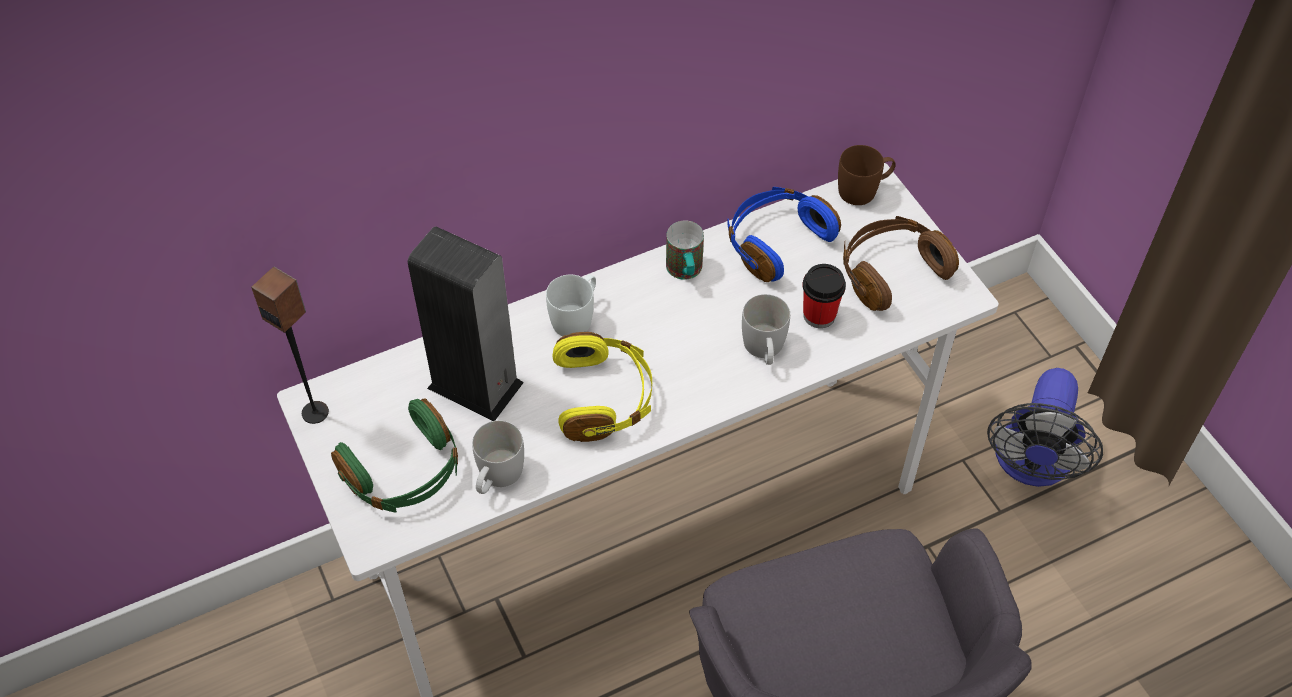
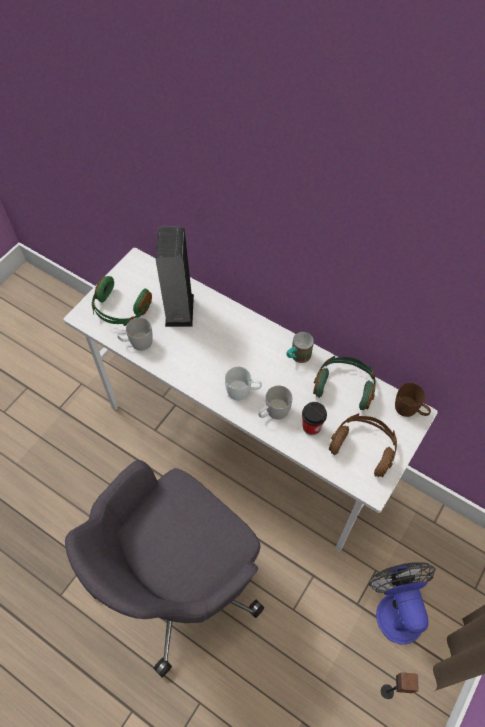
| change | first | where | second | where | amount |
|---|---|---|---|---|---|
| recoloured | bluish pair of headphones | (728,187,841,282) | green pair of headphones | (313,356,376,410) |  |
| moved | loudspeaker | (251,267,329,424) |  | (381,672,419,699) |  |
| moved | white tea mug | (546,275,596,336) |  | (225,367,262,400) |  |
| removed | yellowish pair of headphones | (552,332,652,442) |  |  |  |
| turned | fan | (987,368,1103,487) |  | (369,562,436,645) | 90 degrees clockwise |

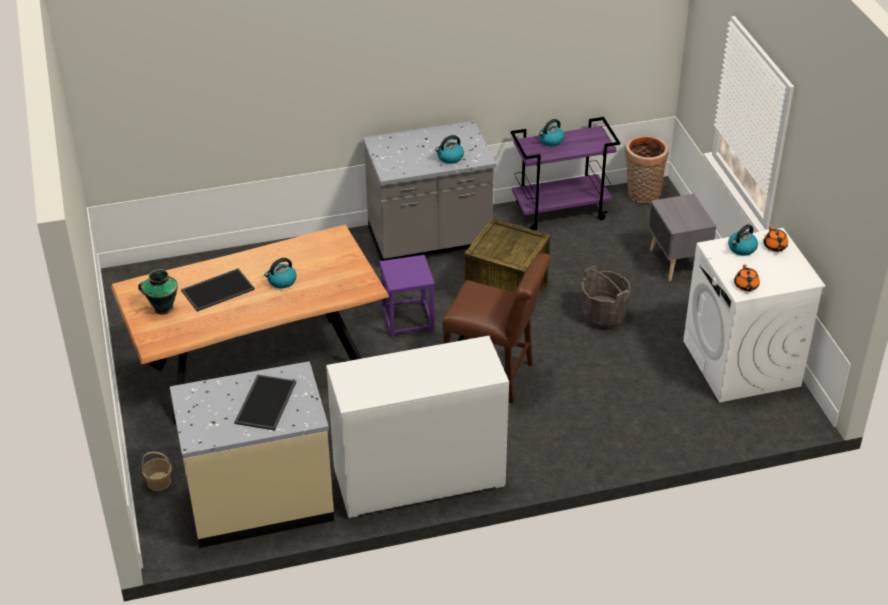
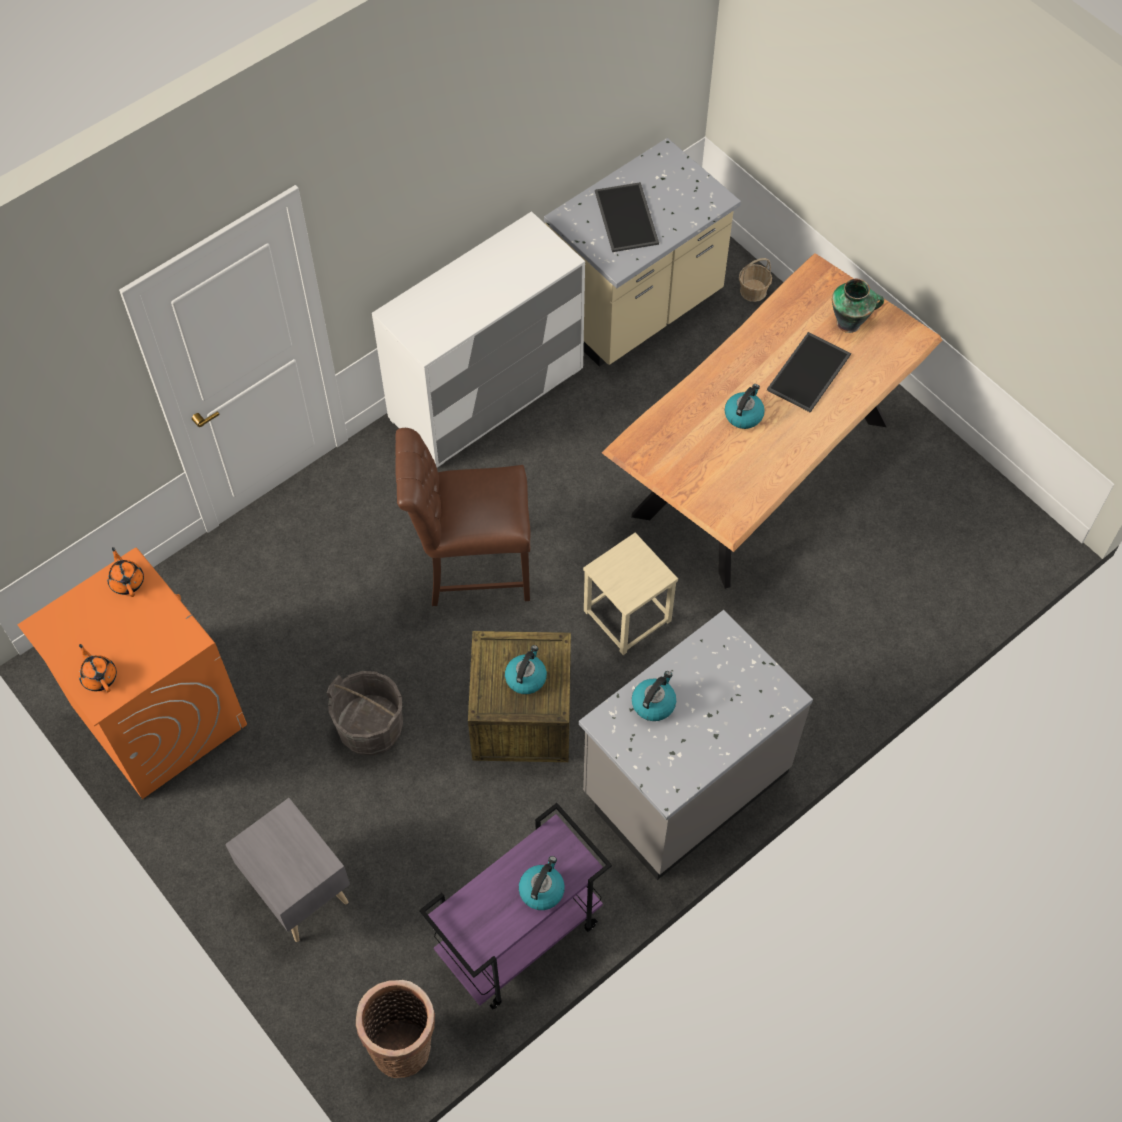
| change | first | where | second | where | amount |
|---|---|---|---|---|---|
| moved | kettle | (728,224,758,256) |  | (505,645,547,694) |  |
| recoloured | white washing machine | (683,228,826,402) | orangey washing machine | (17,548,247,799) |  |
| recoloured | purple-coloured stool seat | (380,255,435,338) | beige-coloured stool seat | (583,533,678,655) |  |

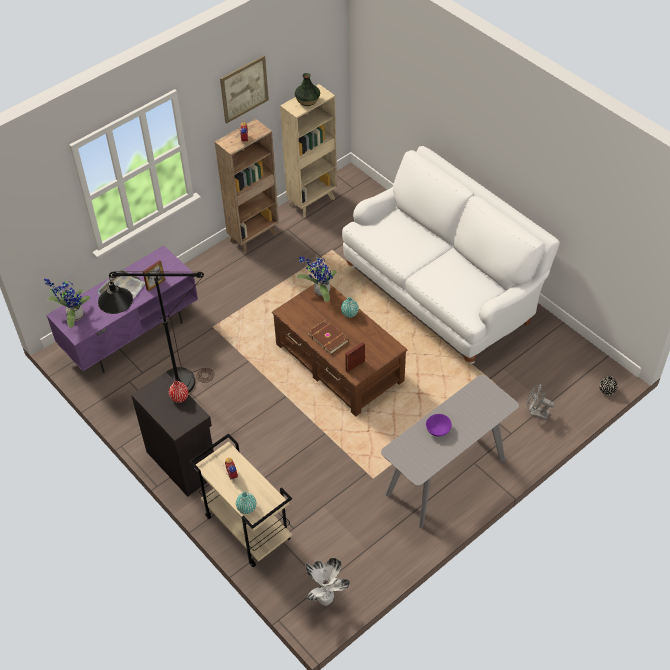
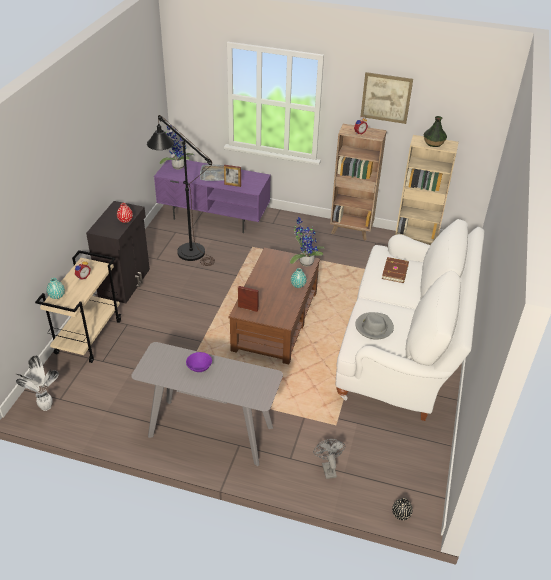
| change | first | where | second | where | amount |
|---|---|---|---|---|---|
| moved | brown-coloured volume | (307,319,349,355) |  | (382,257,409,283) |  |
| added |  |  | greyish hat | (355,312,394,340) |  |

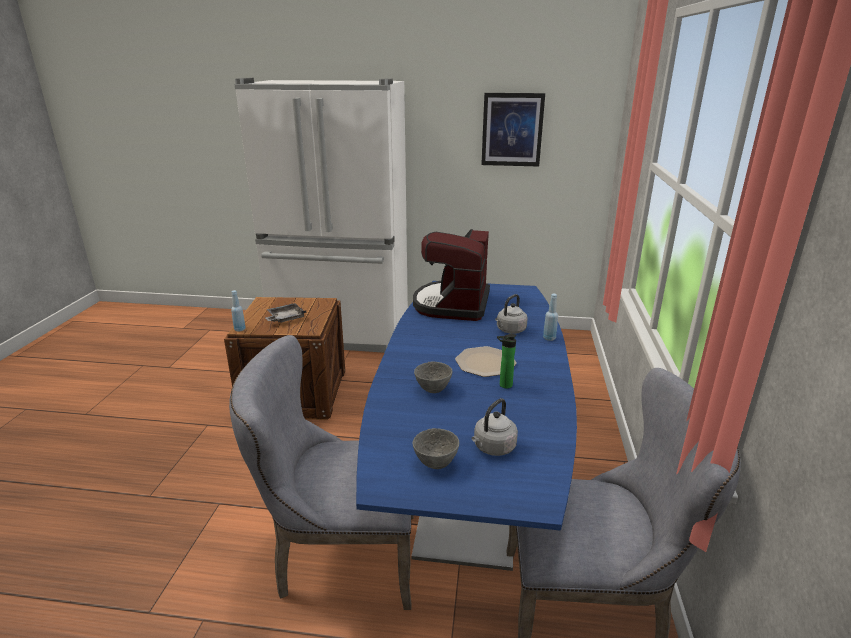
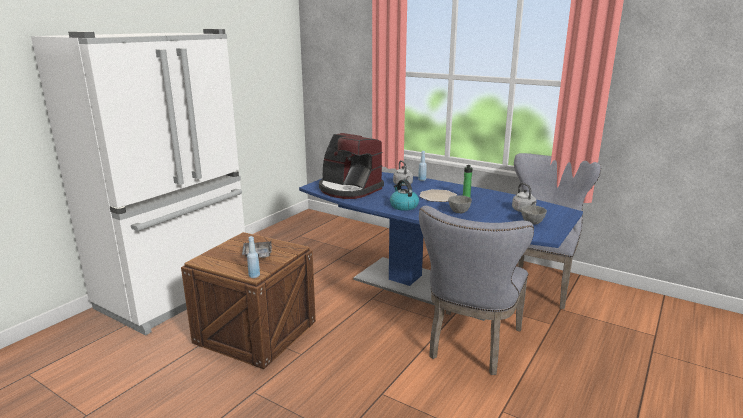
| change | first | where | second | where | amount |
|---|---|---|---|---|---|
| removed | wall art | (481,93,545,166) |  |  |  |
| added |  |  | kettle | (390,179,419,211) |  |

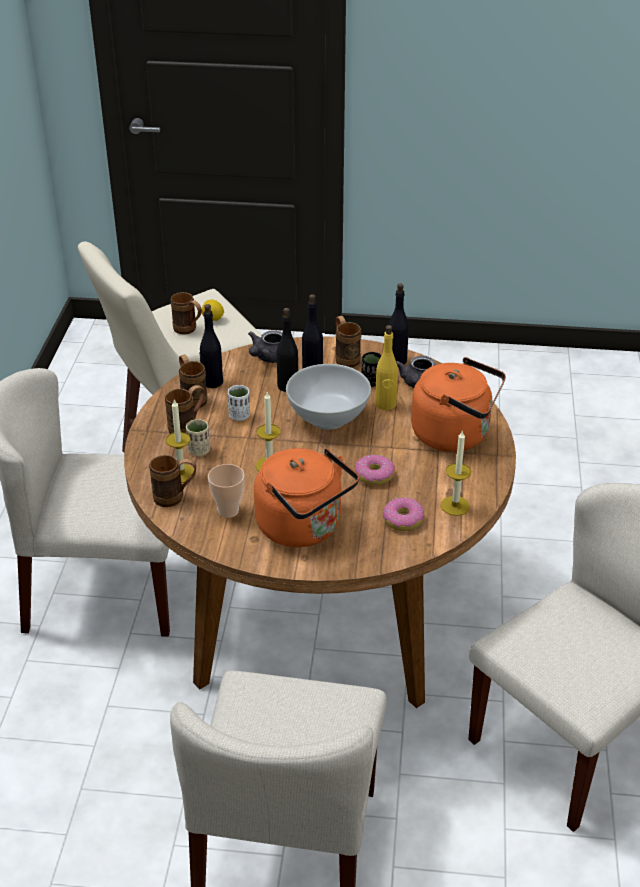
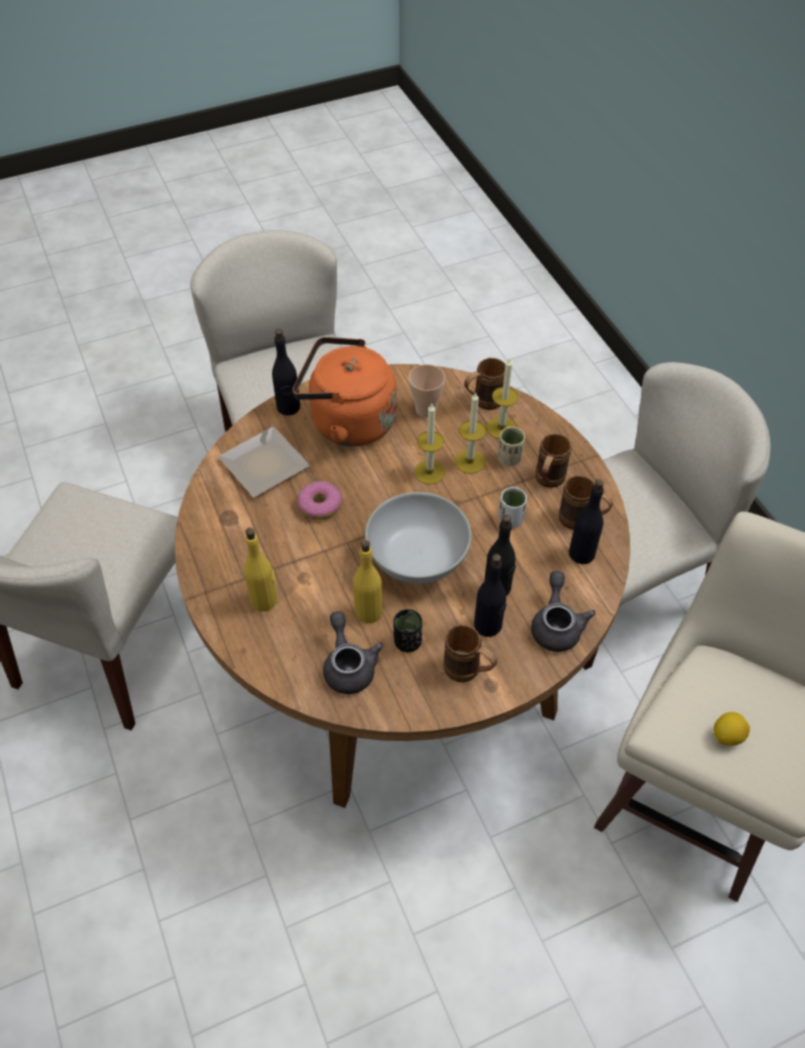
| change | first | where | second | where | amount |
|---|---|---|---|---|---|
| moved | black-coloured bottle | (389,283,409,364) |  | (272,329,300,416) |  |
| removed | brown-coloured tea mug | (171,292,202,335) |  |  |  |
| replaced | orangey kettle | (411,357,506,452) | yellowish bottle | (244,528,278,612) |  |
| moved | candle | (441,431,471,516) |  | (455,392,486,474) |  |
| replaced | donut | (383,497,424,531) | dinner plate | (218,427,310,497) |  |

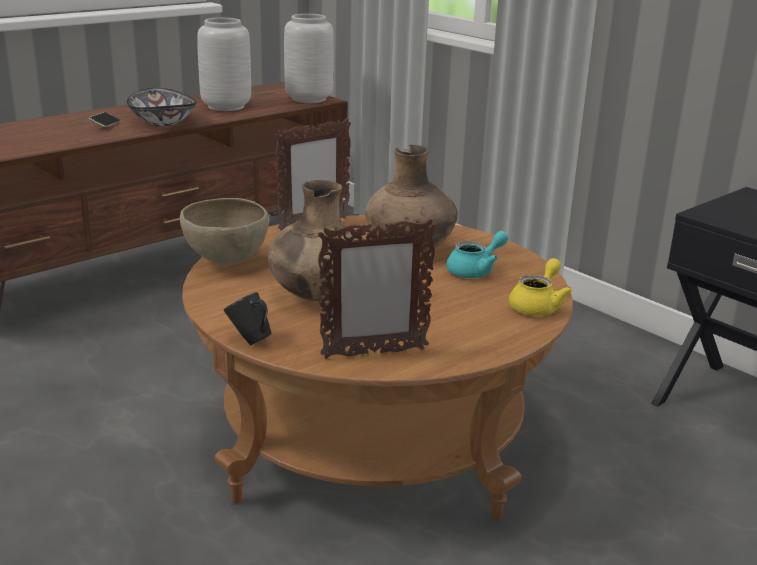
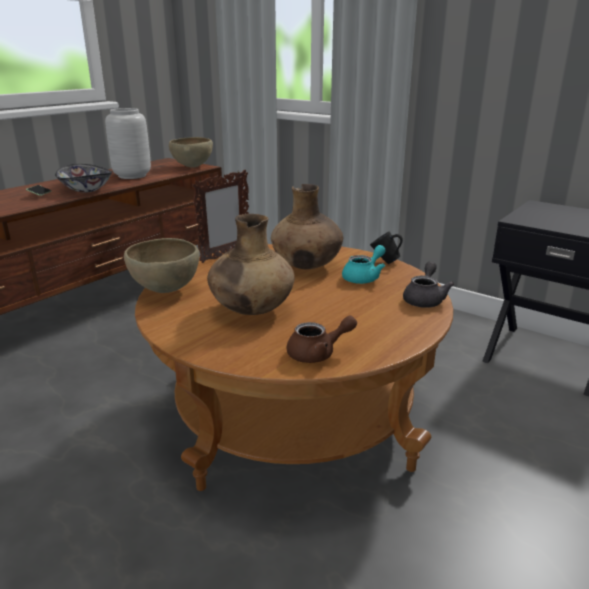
| change | first | where | second | where | amount |
|---|---|---|---|---|---|
| replaced | greyish decorative vase | (284,14,334,103) | brown-coloured bowl | (169,137,213,168) |  |
| replaced | standing frame | (318,218,437,359) | brown-coloured teapot | (287,315,357,363) |  |
| recoloured | yellowish teapot | (509,258,572,316) | greyish teapot | (403,261,455,308) |  |
| moved | black-coloured tea mug | (224,292,272,345) |  | (370,232,403,264) |  |

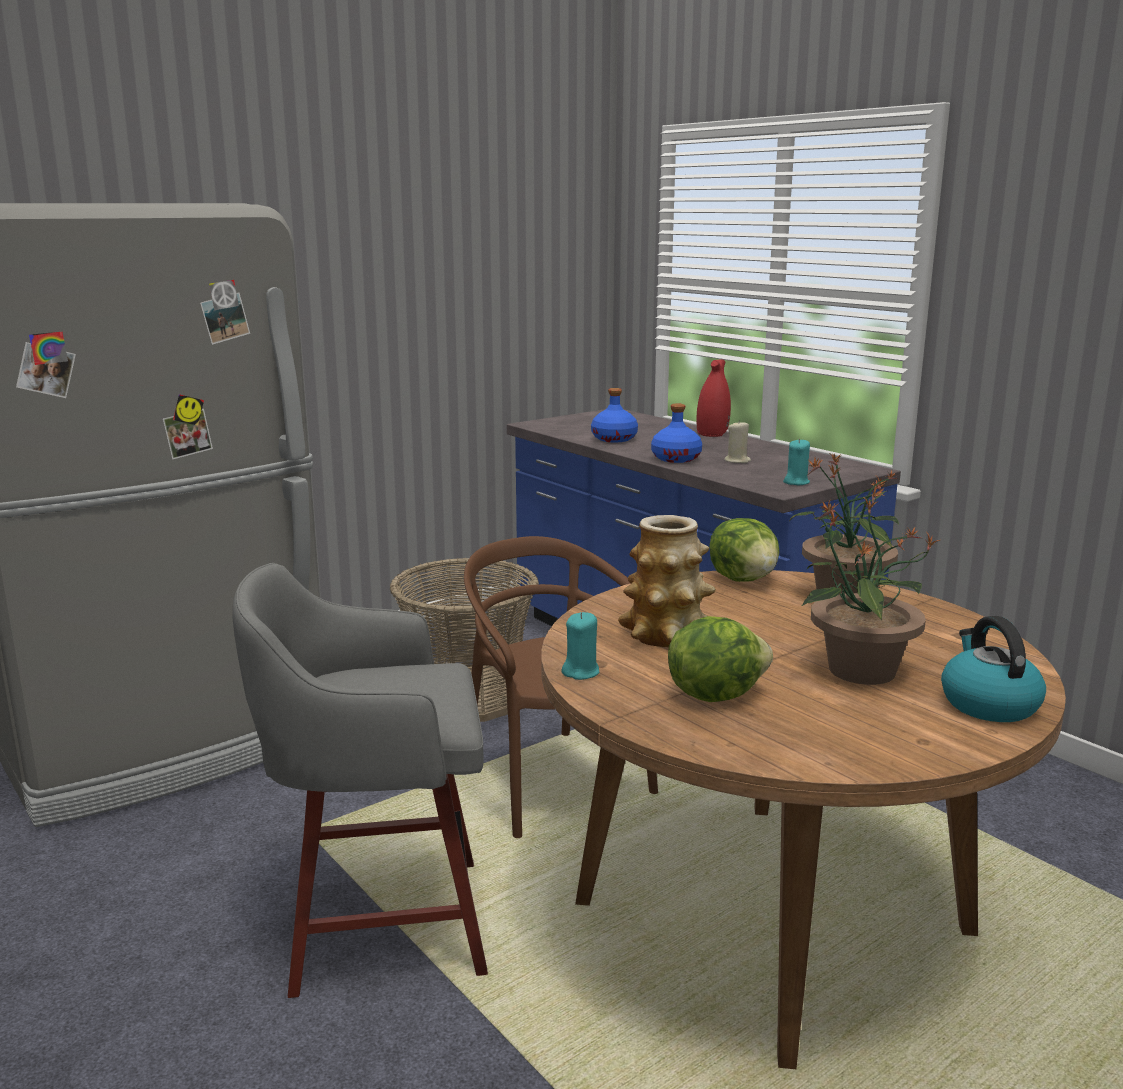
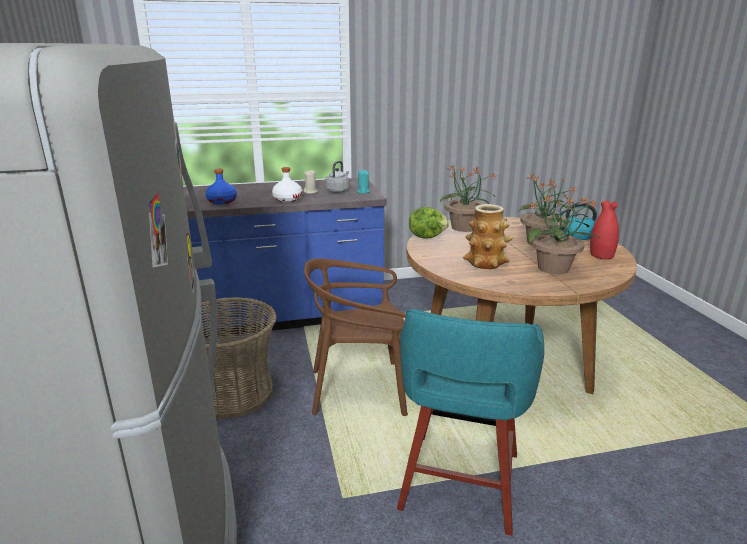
| change | first | where | second | where | amount |
|---|---|---|---|---|---|
| moved | red decorative vase | (697,359,731,437) |  | (590,200,619,260) |  |
| recoloured | bluish bottle | (651,403,702,463) | white bottle | (272,167,302,202) |  |
| recoloured | greyish stool seat | (232,563,488,998) | blue-green stool seat | (397,308,545,536) |  |
| removed | blue-green candle | (561,612,599,680) |  |  |  |
| replaced | head of lettuce | (668,616,773,702) | plant in a pot | (528,194,600,274) |  |
| added |  |  | greyish kettle | (325,161,349,193) |  |

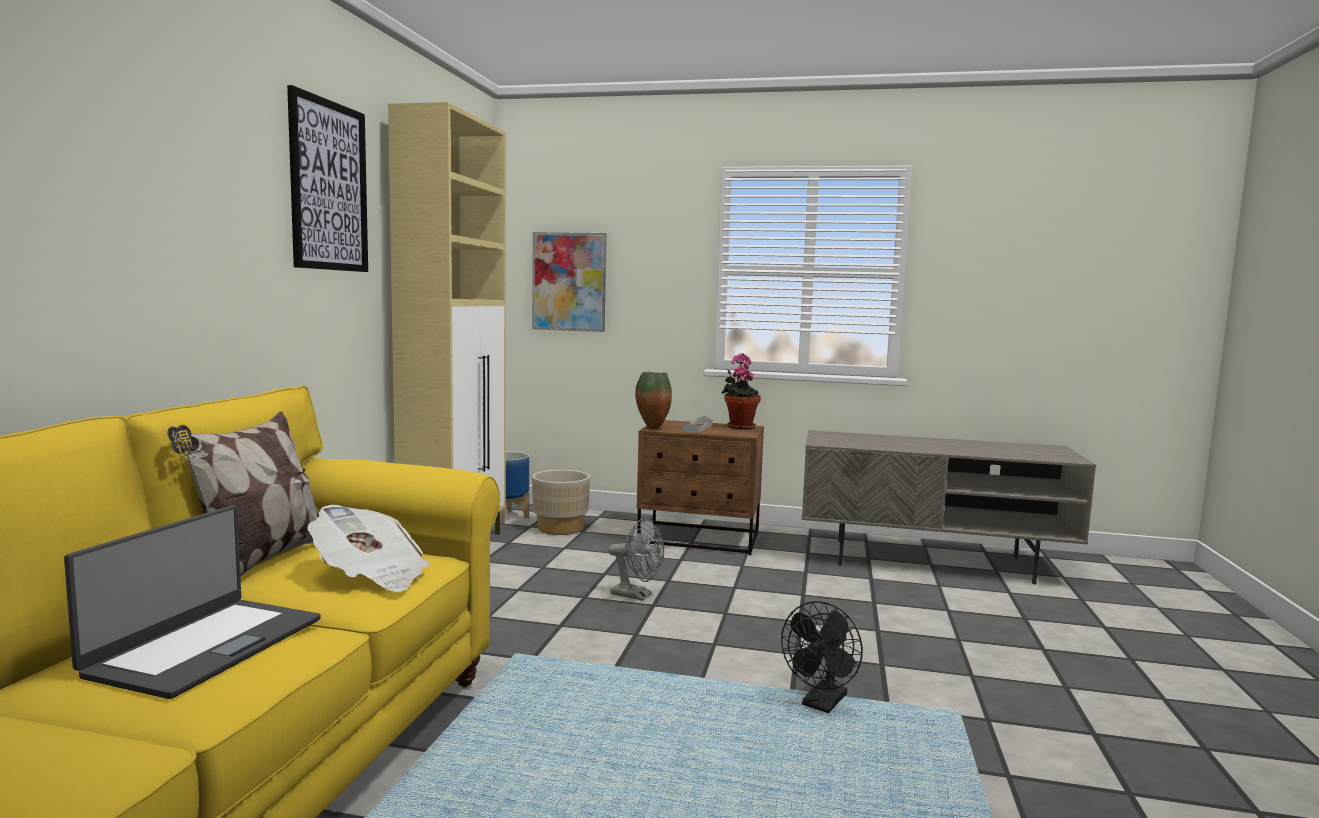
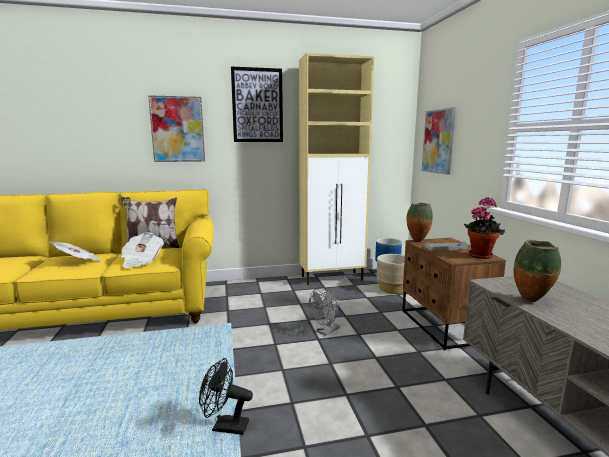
| change | first | where | second | where | amount |
|---|---|---|---|---|---|
| replaced | notebook computer | (64,506,321,699) | newspaper | (49,242,102,261) |  |
| turned | greyish fan | (608,518,664,601) |  | (309,287,340,336) | 45 degrees clockwise |
| added |  |  | wall art | (148,95,205,162) |  |
| added |  |  | decorative vase | (514,240,561,302) |  |

